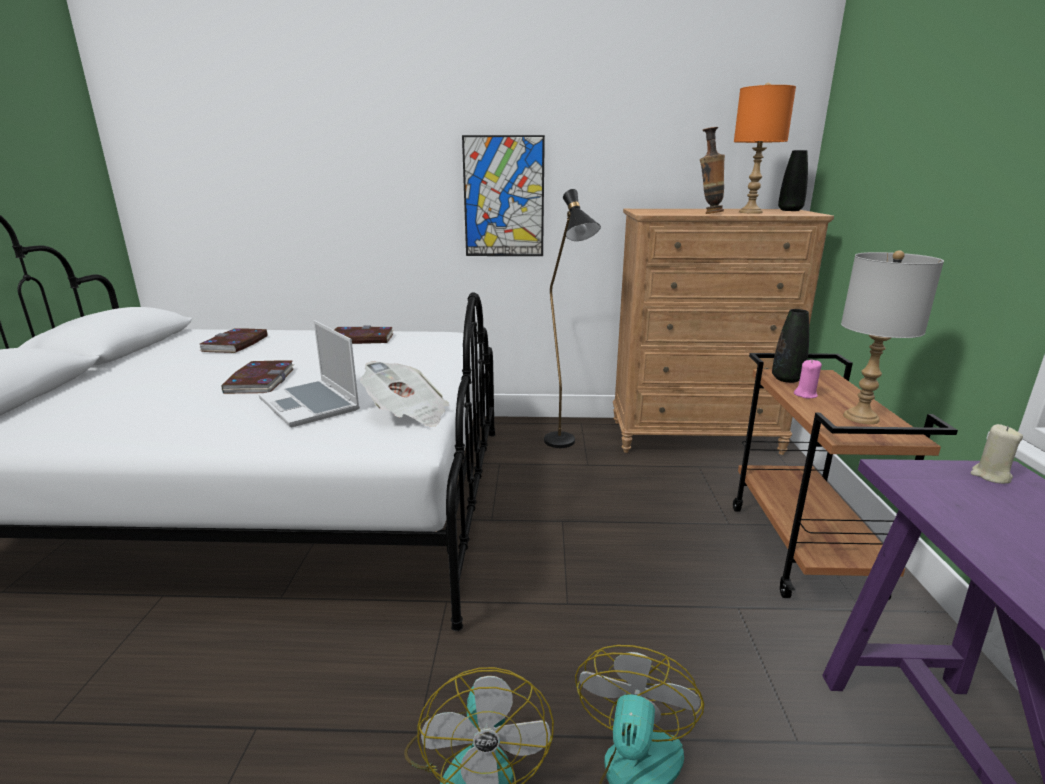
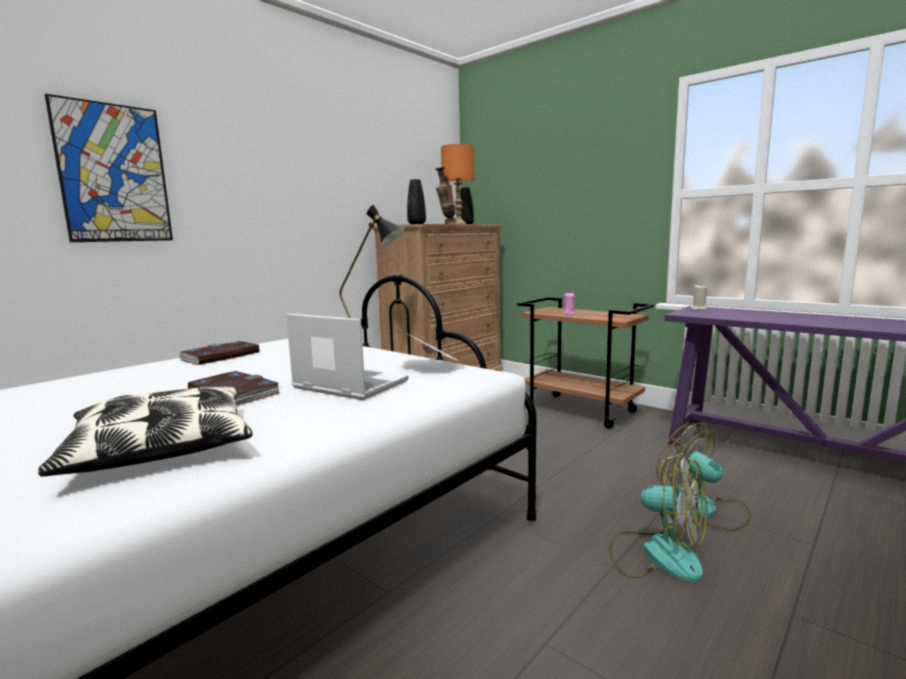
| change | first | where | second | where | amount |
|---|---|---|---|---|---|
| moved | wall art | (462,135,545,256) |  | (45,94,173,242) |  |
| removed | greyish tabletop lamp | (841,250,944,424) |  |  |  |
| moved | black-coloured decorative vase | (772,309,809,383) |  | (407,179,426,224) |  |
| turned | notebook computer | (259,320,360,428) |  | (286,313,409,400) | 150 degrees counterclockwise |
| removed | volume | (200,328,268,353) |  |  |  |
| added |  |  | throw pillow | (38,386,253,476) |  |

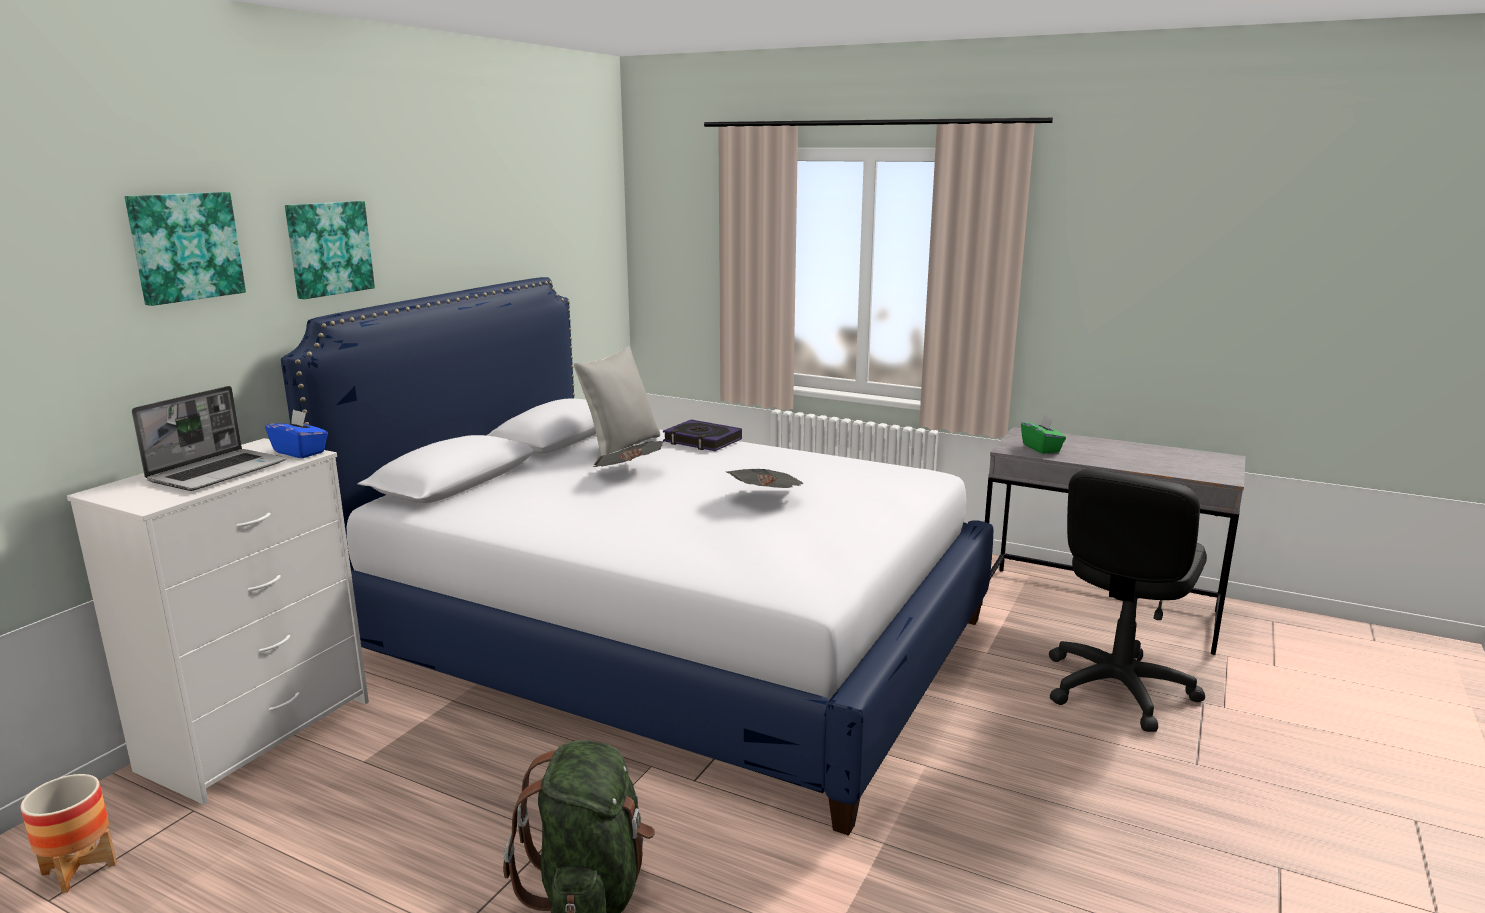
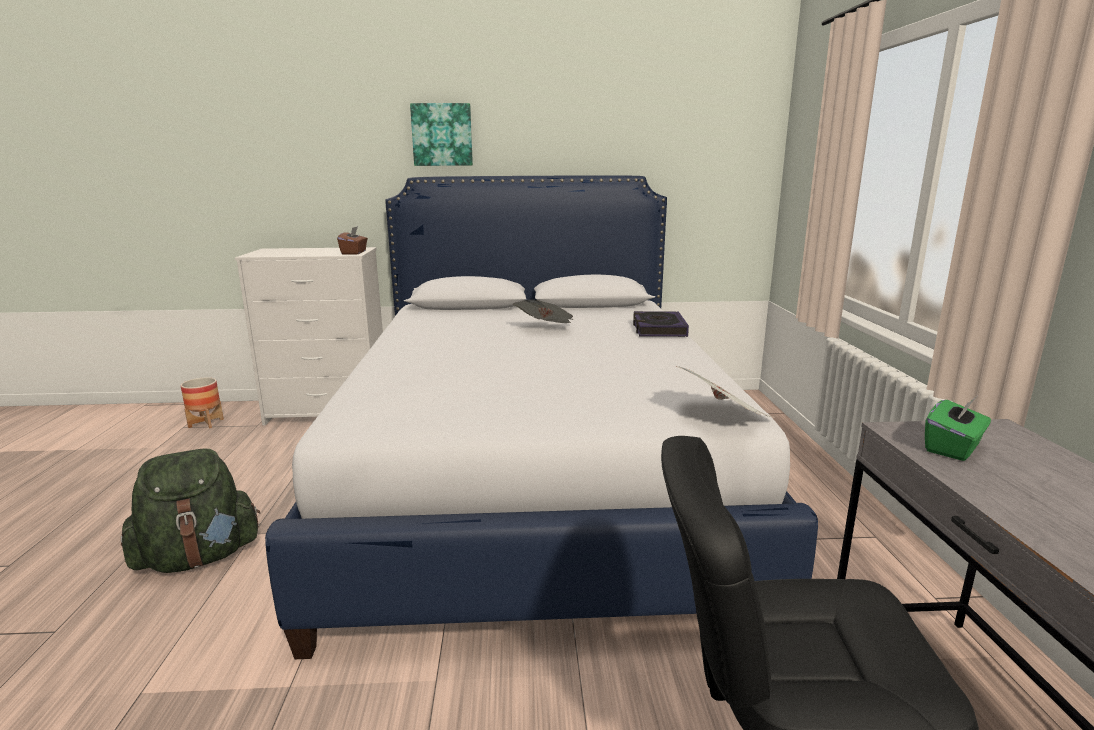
| change | first | where | second | where | amount |
|---|---|---|---|---|---|
| removed | wall art | (125,192,246,306) |  |  |  |
| removed | greyish throw pillow | (574,346,660,456) |  |  |  |
| removed | notebook computer | (132,386,286,491) |  |  |  |
| recoloured | bluish box of tissues | (265,409,328,458) | brown-coloured box of tissues | (337,226,368,254) |  |
| moved | newspaper | (727,469,803,488) |  | (675,366,773,417) |  |

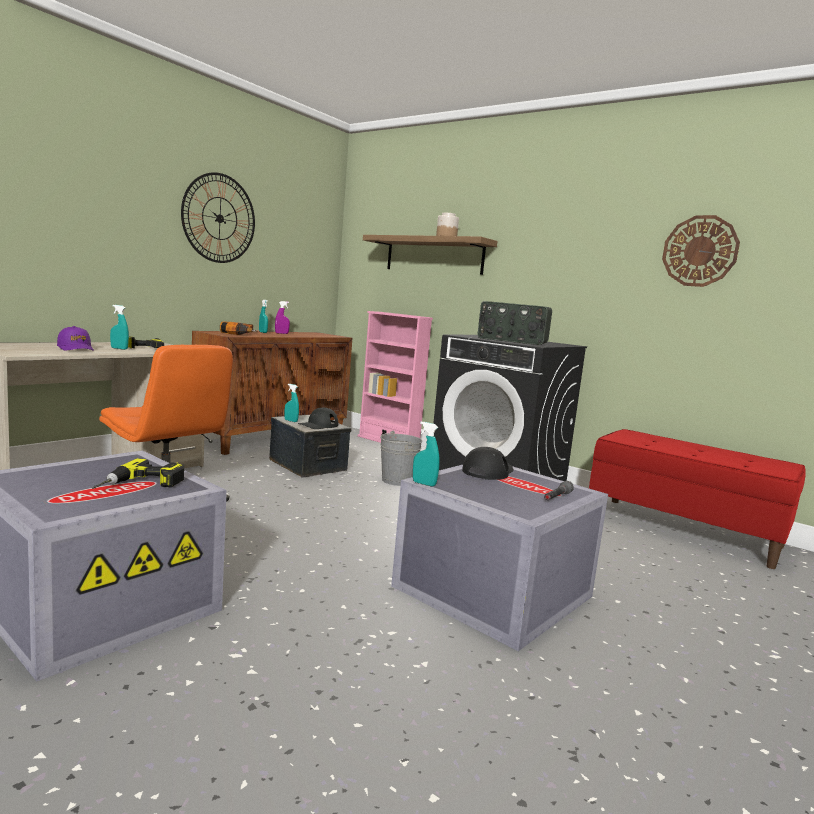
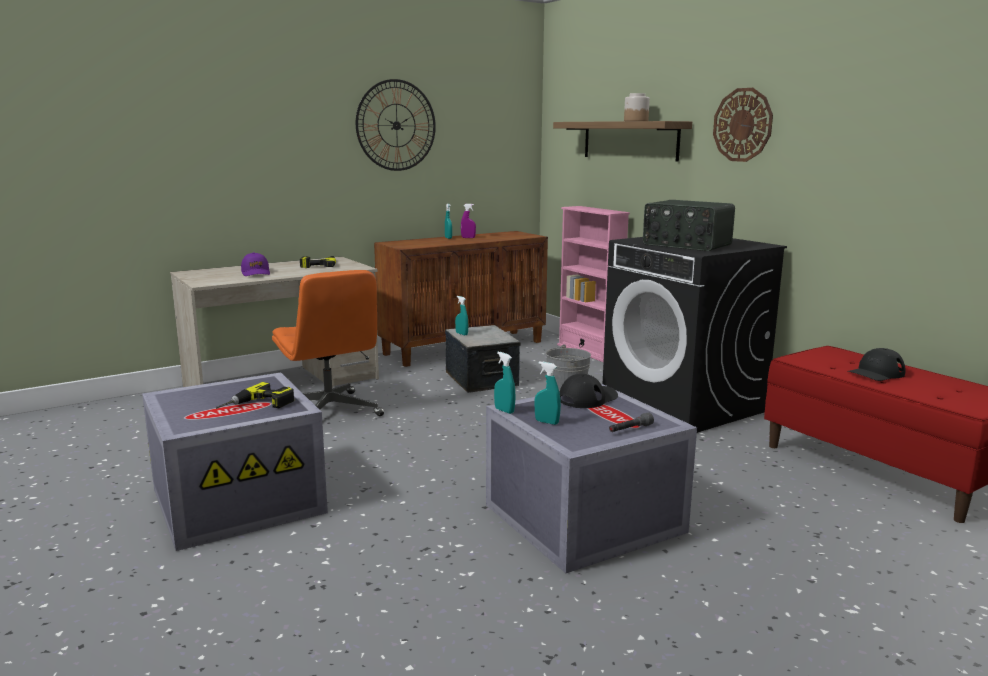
| change | first | where | second | where | amount |
|---|---|---|---|---|---|
| moved | hanging clock | (662,215,740,287) |  | (713,88,773,162) |  |
| moved | blue-green sprayer | (110,305,129,350) |  | (535,361,561,425) |  |
| removed | power drill | (220,322,259,335) |  |  |  |
| moved | black-coloured cap | (298,408,338,429) |  | (847,348,906,381) |  |

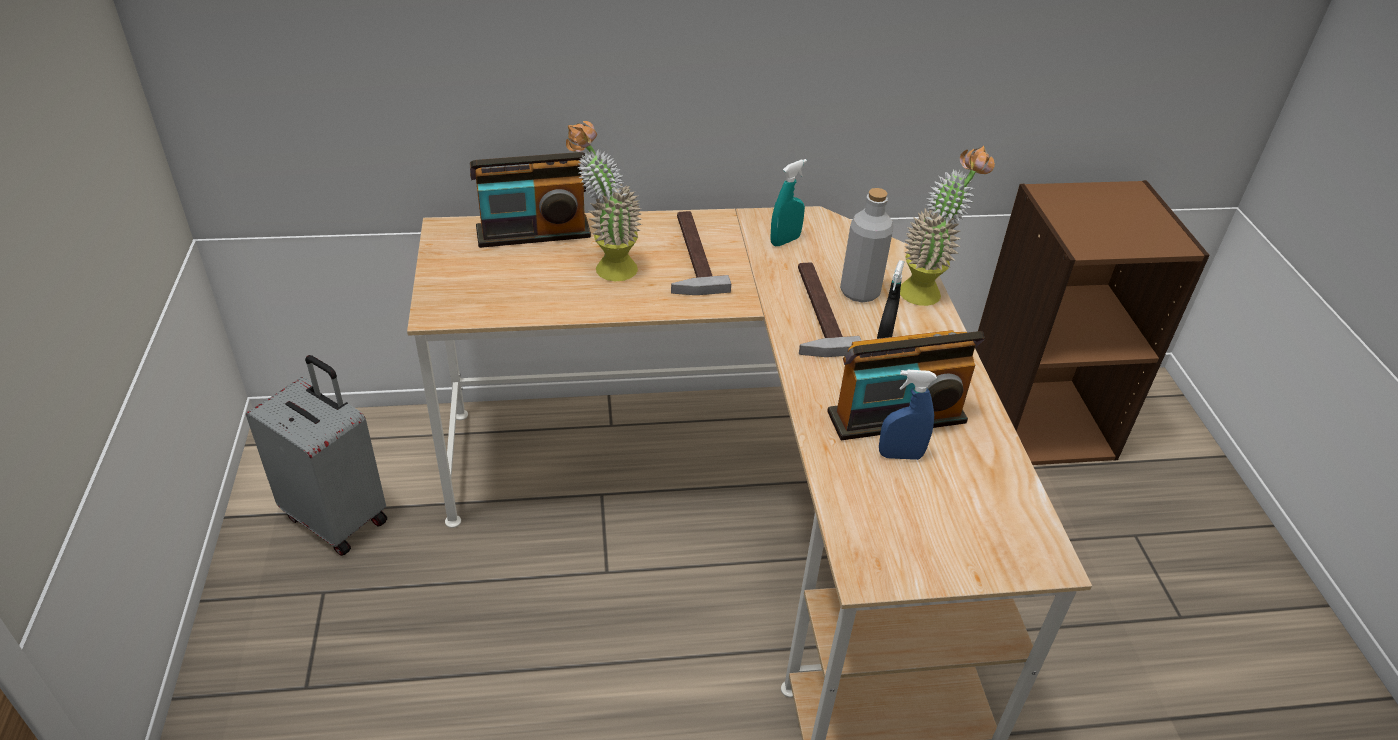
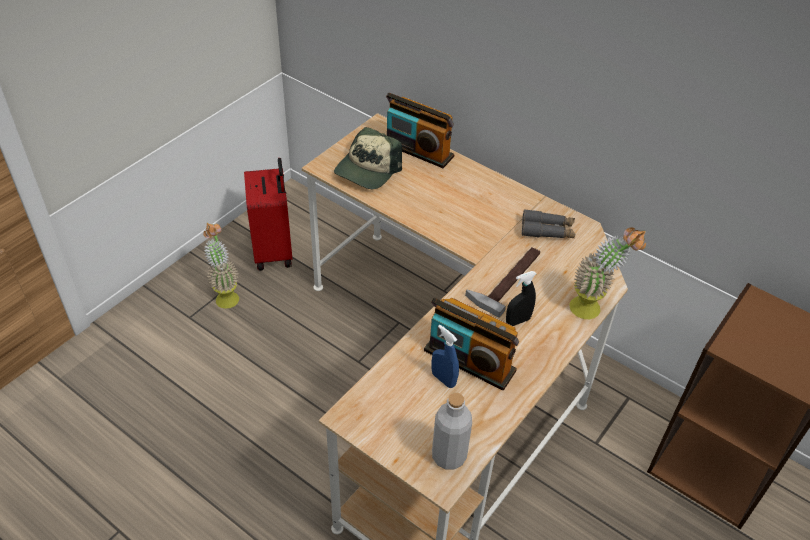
| change | first | where | second | where | amount |
|---|---|---|---|---|---|
| moved | plant in a pot | (566,121,642,281) |  | (203,223,239,309) |  |
| replaced | blue-green sprayer | (771,159,807,246) | greyish field glasses | (522,210,575,238) |  |
| moved | greyish bottle | (840,188,894,302) |  | (432,393,472,470) |  |
| removed | tool hammer | (671,211,731,295) |  |  |  |
| recoloured | greyish piece of luggage | (246,355,387,556) | red piece of luggage | (244,158,292,271) |  |
| added |  |  | cap | (334,127,402,189) |  |

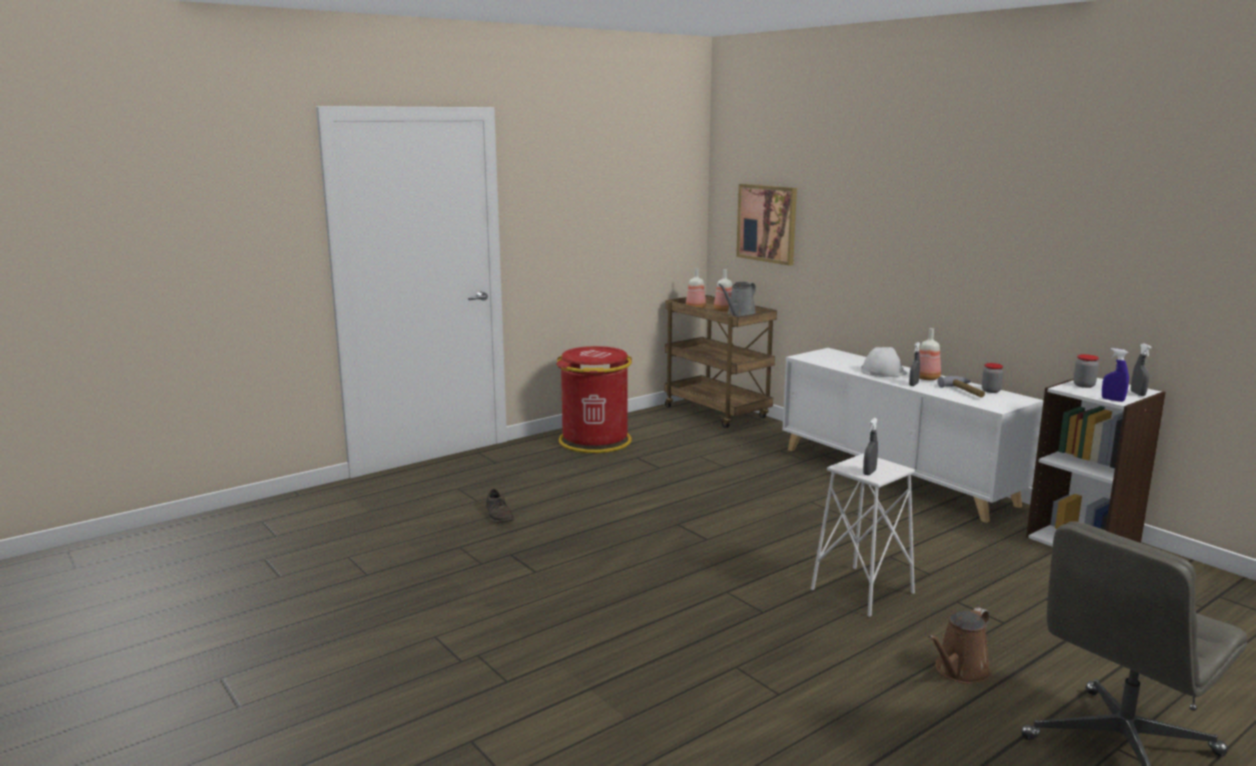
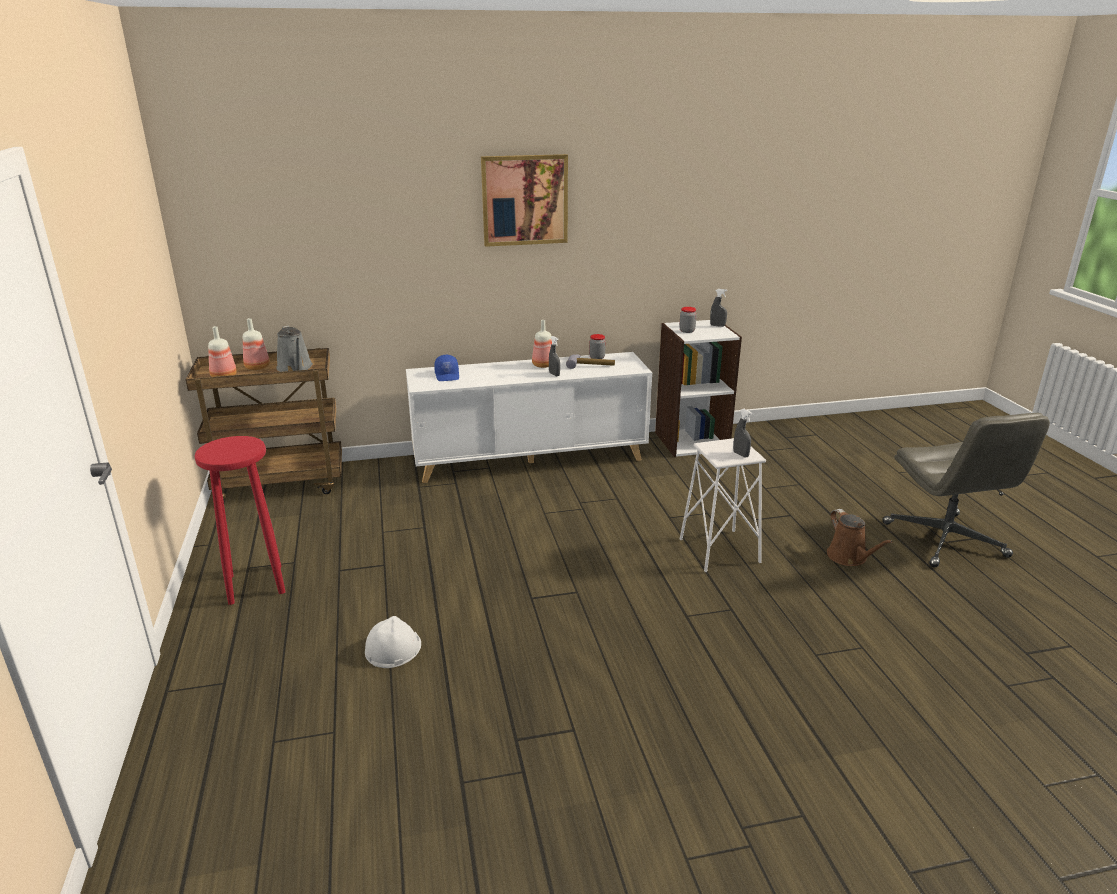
| change | first | where | second | where | amount |
|---|---|---|---|---|---|
| moved | wall art | (736,184,797,266) |  | (481,154,568,247) |  |
| replaced | red rubbish bin | (556,346,632,453) | red stool seat | (194,436,286,605) |  |
| moved | white safety helmet | (861,347,907,377) |  | (365,616,421,668) |  |
| removed | bluish sprayer | (1102,348,1129,402) |  |  |  |
| removed | brown-coloured shoe | (486,489,514,523) |  |  |  |
| added |  |  | bluish cap | (434,355,459,381) |  |

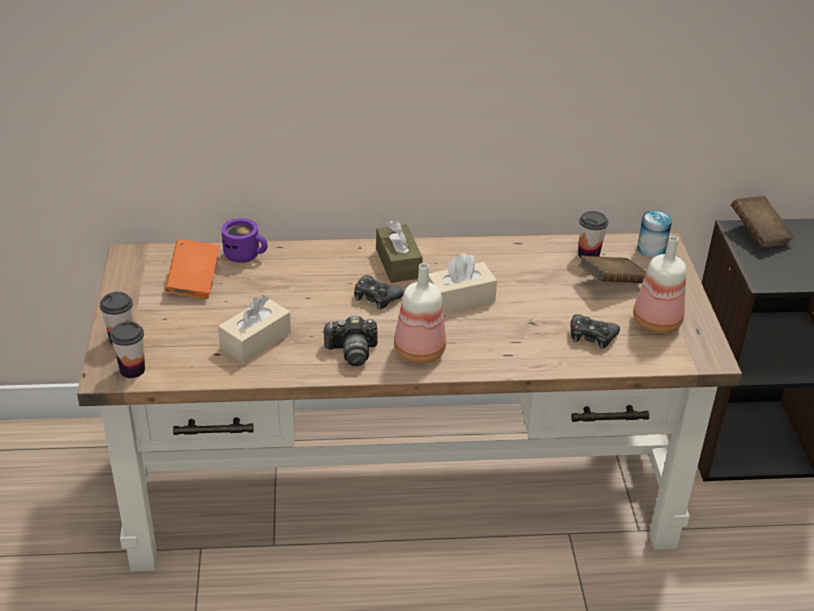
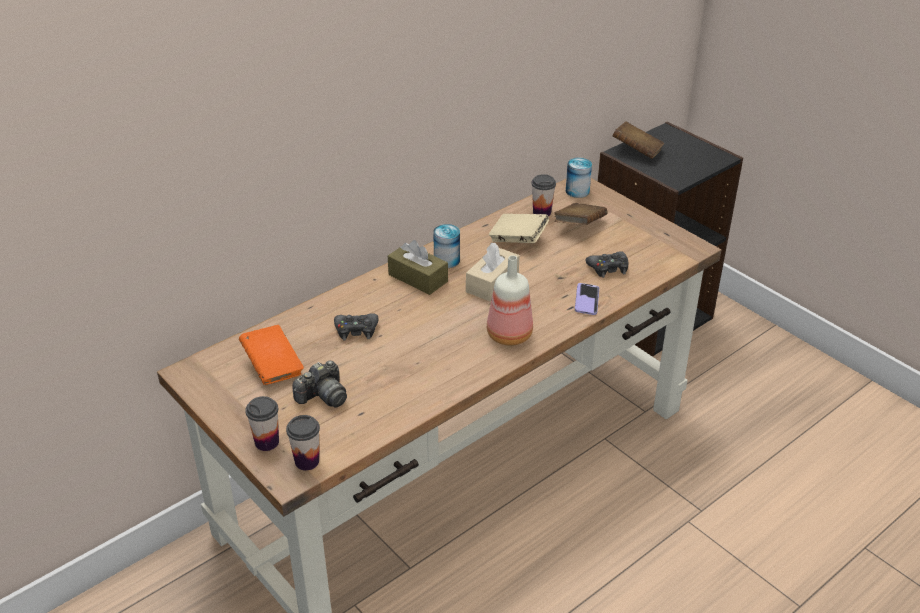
| change | first | where | second | where | amount |
|---|---|---|---|---|---|
| removed | purple-coloured tea mug | (221,218,268,263) |  |  |  |
| removed | bottle | (633,236,686,334) |  |  |  |
| moved | black-coloured gamepad | (354,275,404,310) |  | (334,313,379,340) |  |
| removed | beige-coloured box of tissues | (218,295,291,363) |  |  |  |
| moved | still camera | (322,315,378,366) |  | (292,360,347,407) |  |
| added |  |  | beige-coloured volume | (489,214,549,243) |  |
| added |  |  | can | (433,224,460,268) |  |
| added |  |  | handset | (575,283,599,315) |  |

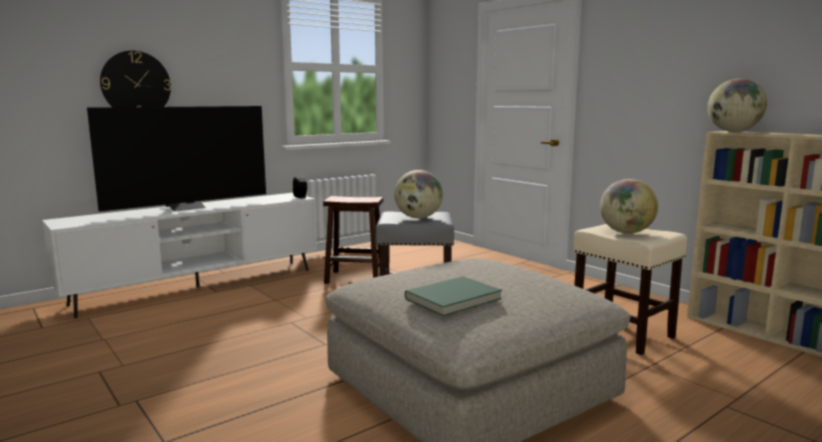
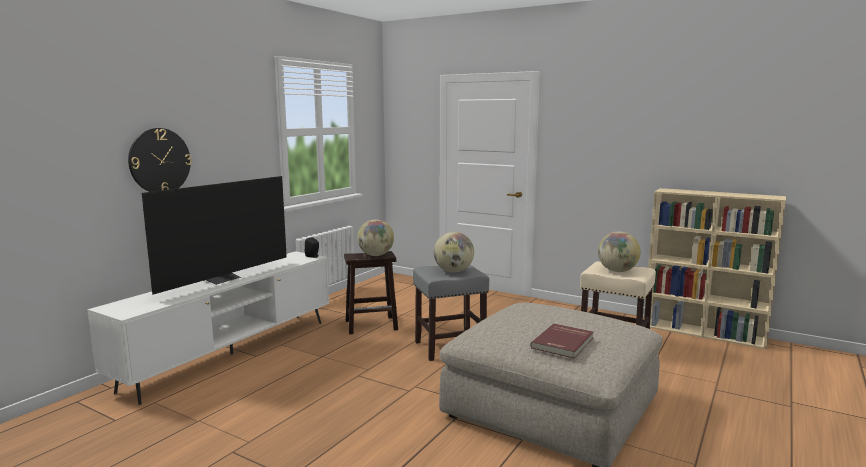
| change | first | where | second | where | amount |
|---|---|---|---|---|---|
| moved | world globe | (707,79,767,132) |  | (357,219,394,256) |  |
| recoloured | green volume | (405,276,502,316) | red volume | (530,324,594,358) |  |

